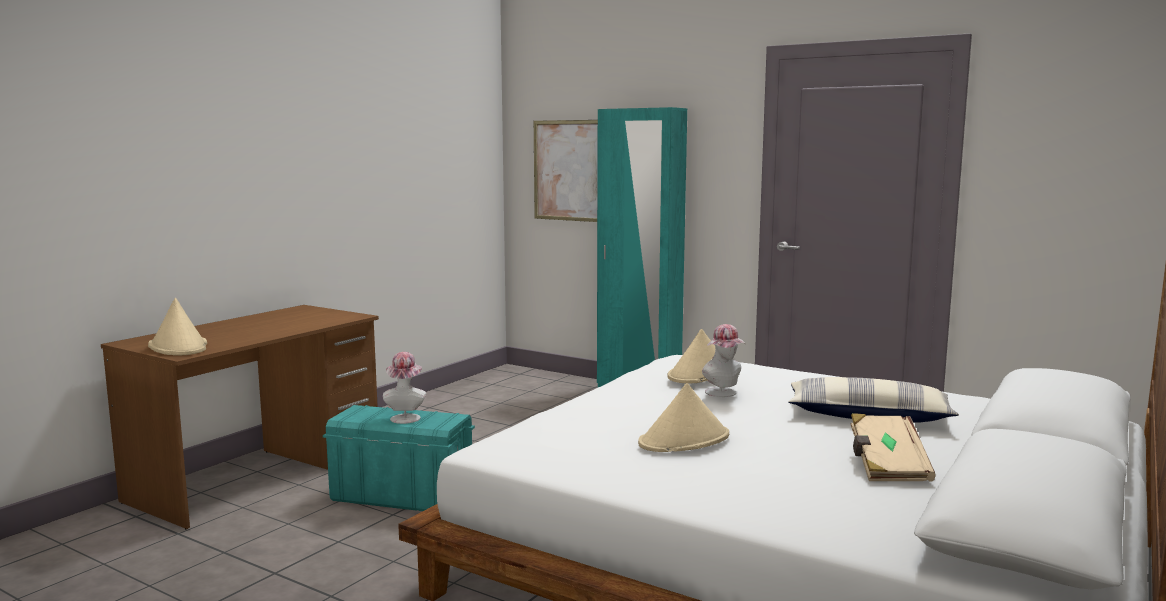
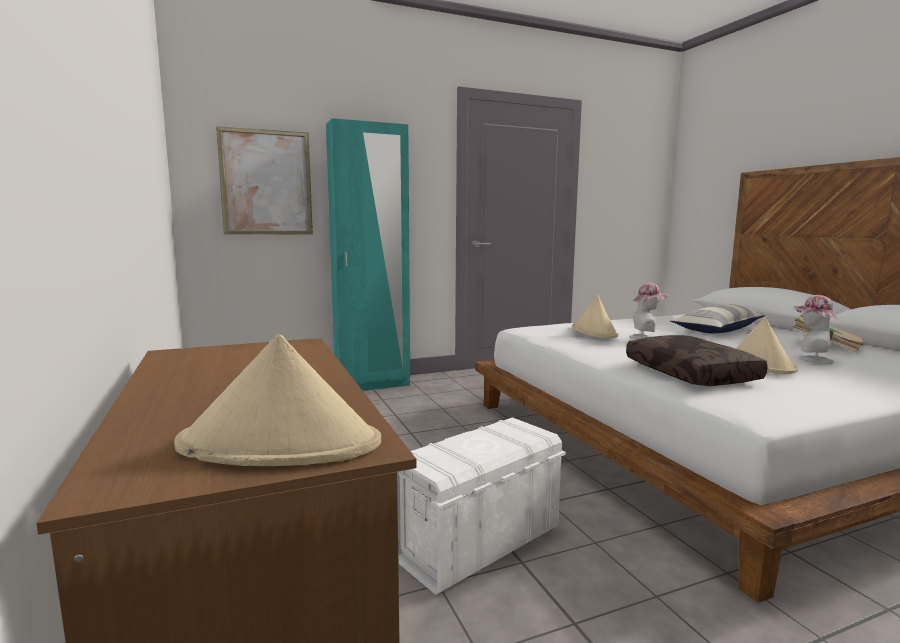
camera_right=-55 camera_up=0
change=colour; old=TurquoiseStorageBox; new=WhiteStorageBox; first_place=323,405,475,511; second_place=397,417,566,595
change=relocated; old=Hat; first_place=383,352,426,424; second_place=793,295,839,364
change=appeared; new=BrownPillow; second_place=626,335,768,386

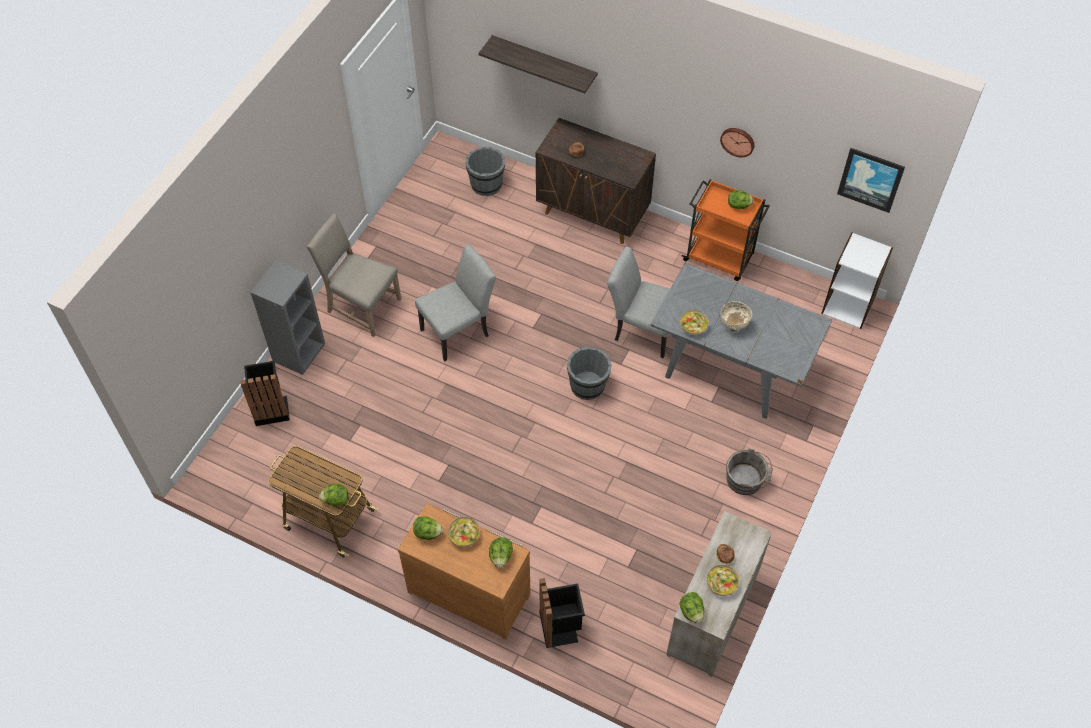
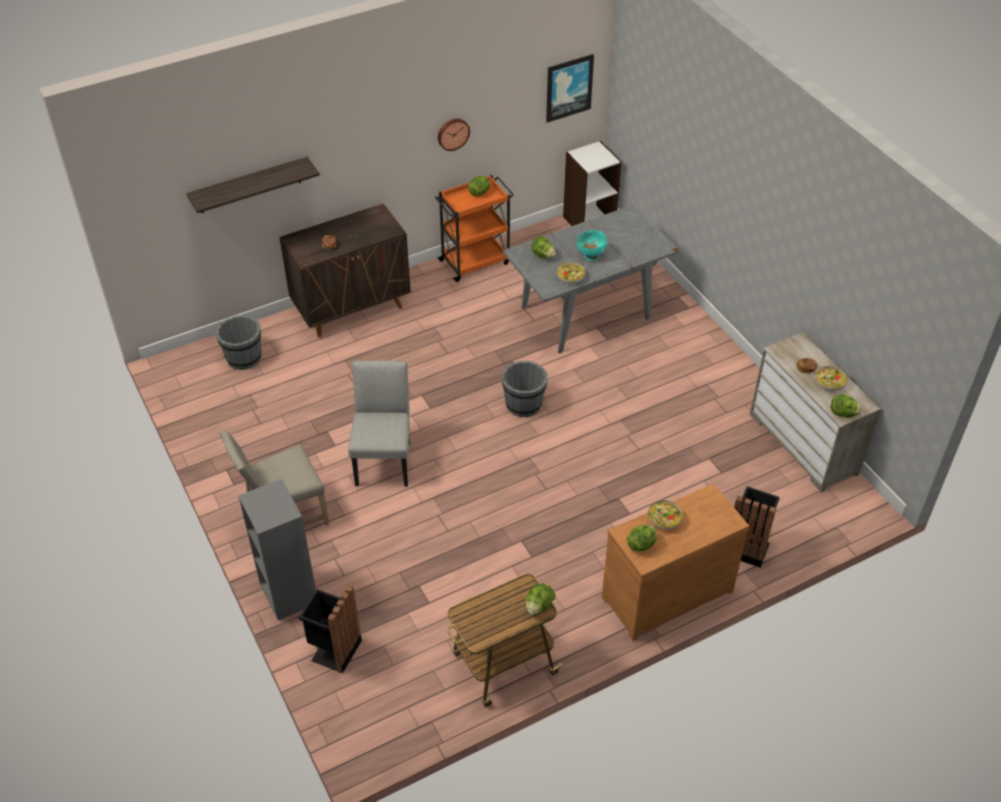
camera_right=-55 camera_up=-10
change=relocated; old=Lettuce; first_place=489,537,513,568; second_place=531,236,556,259
change=missing; old=GreyChair; first_place=607,247,670,358
change=colour; old=BeigeBowl; new=TurquoiseBowl; first_place=721,301,752,333; second_place=577,230,607,261
change=missing; old=GreyBucket; first_place=726,448,773,495

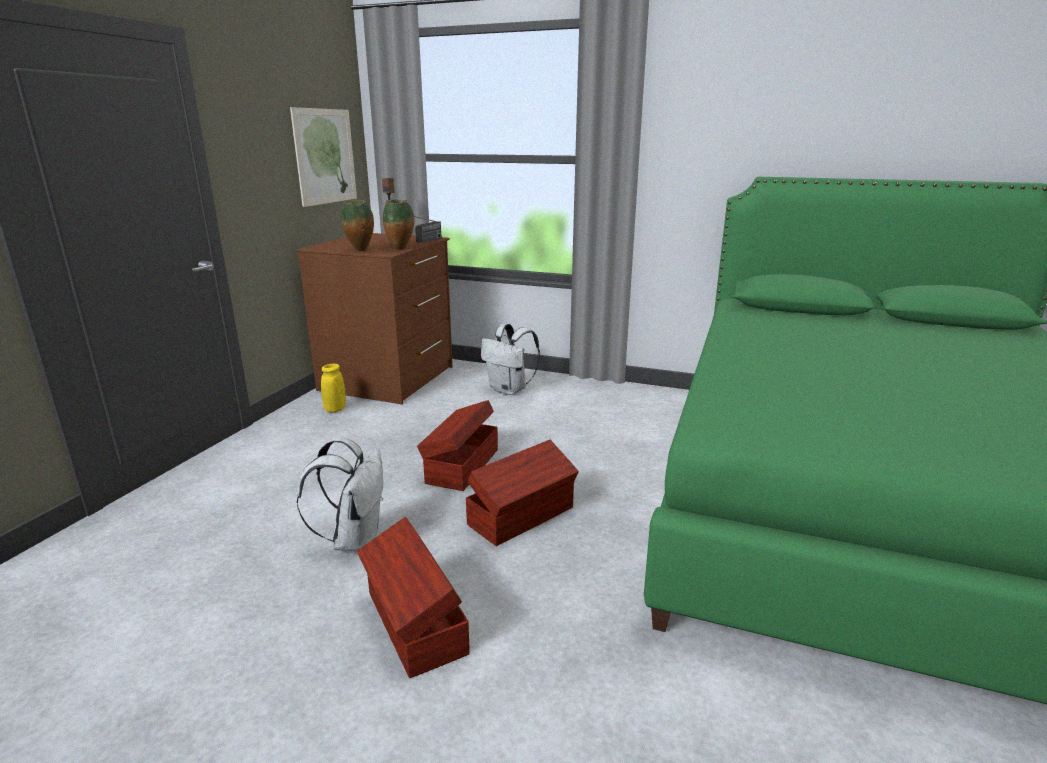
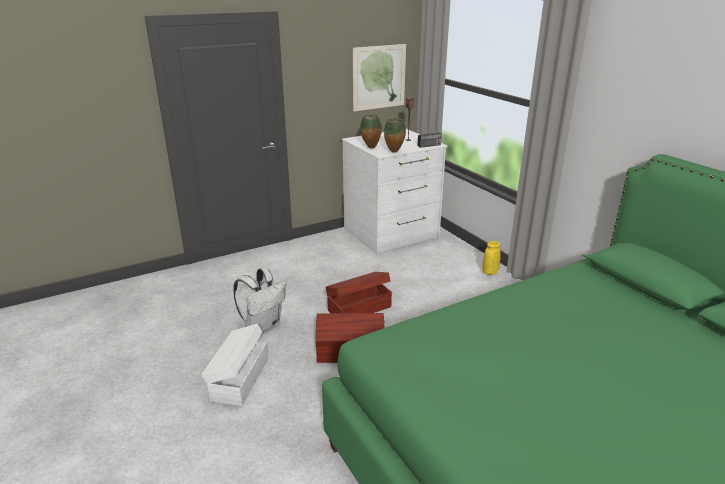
camera_right=40 camera_up=5
change=colour; old=BrownDresser; new=WhiteDresser; first_place=297,233,453,404; second_place=342,129,448,255
change=relocated; old=YellowVase; first_place=321,364,346,412; second_place=482,241,501,275
change=colour; old=BrownStorageBox; new=WhiteStorageBox; first_place=357,517,470,678; second_place=201,324,268,406
change=missing; old=WhiteBackpack; first_place=481,323,540,395

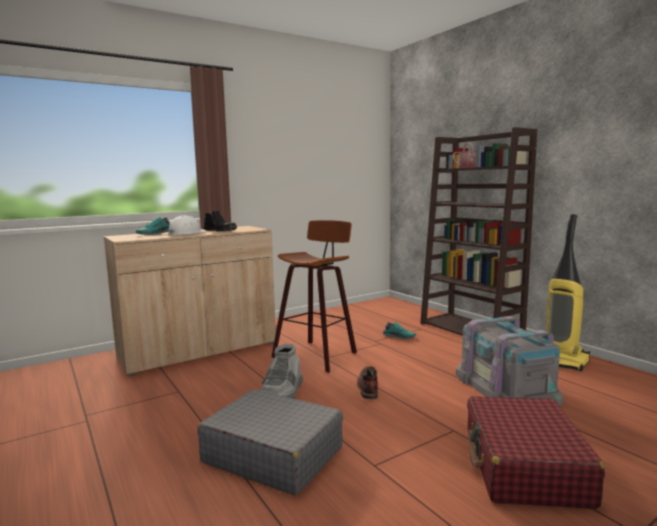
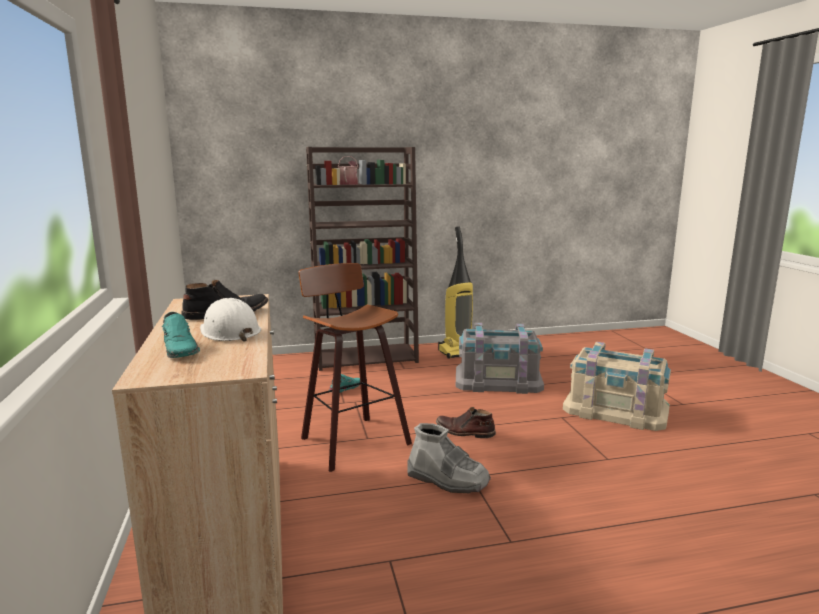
camera_right=-70 camera_up=5
change=missing; old=GreySuitcase; first_place=198,390,343,495
change=exchanged; old=RedSuitcase; new=BeigeStorageBox; first_place=467,396,605,509; second_place=563,342,671,431

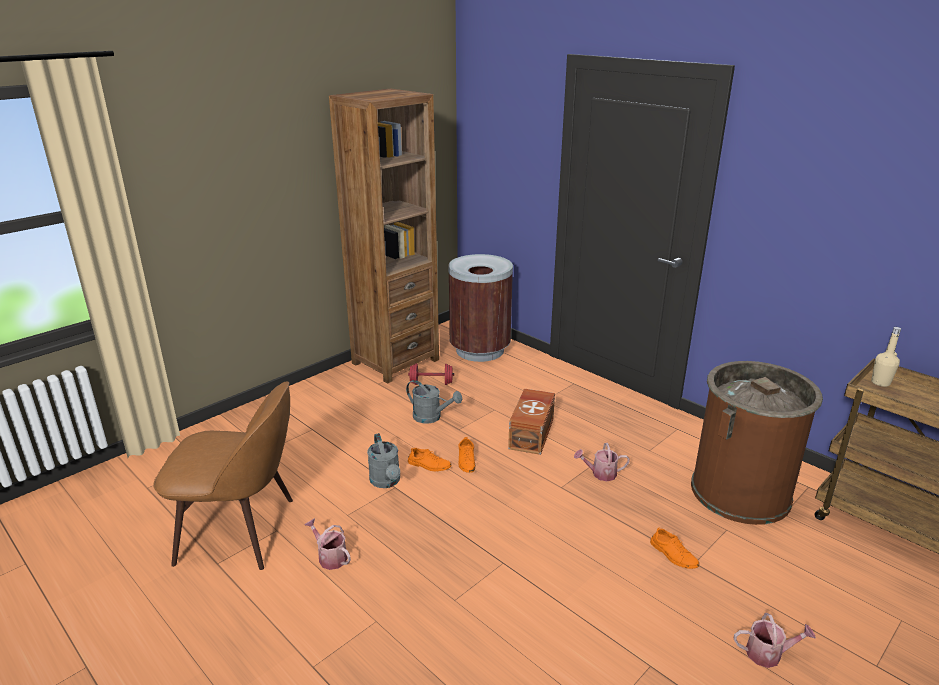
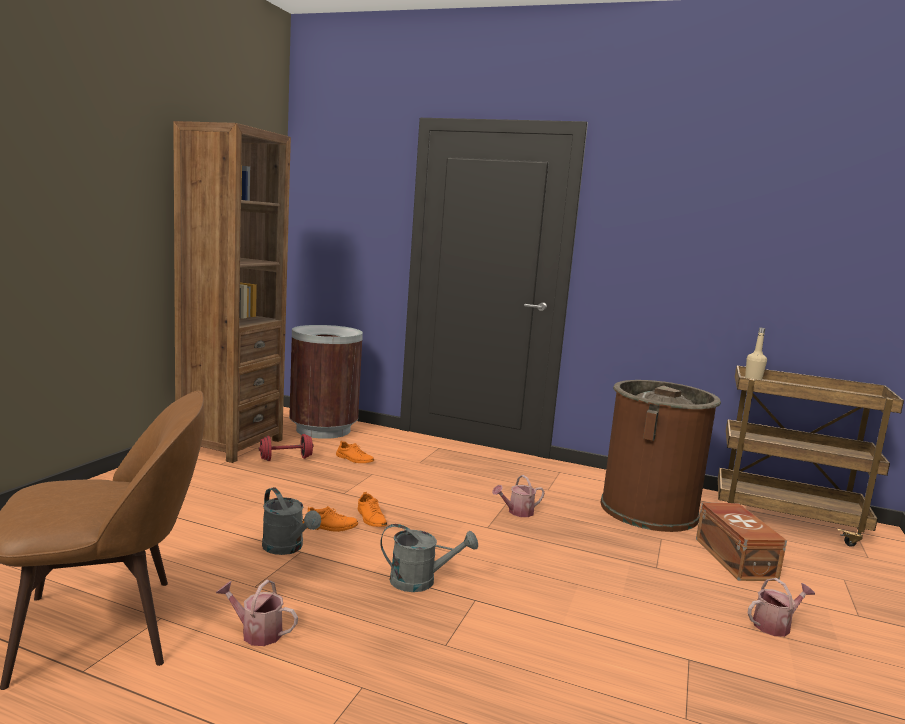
camera_right=-25 camera_up=-15
change=relocated; old=GreyWateringCan; first_place=406,380,462,424; second_place=380,524,478,592
change=relocated; old=BrownStorageBox; first_place=508,389,555,455; second_place=696,502,787,581
change=relocated; old=OrangeShoe; first_place=650,527,699,569; second_place=336,441,374,463

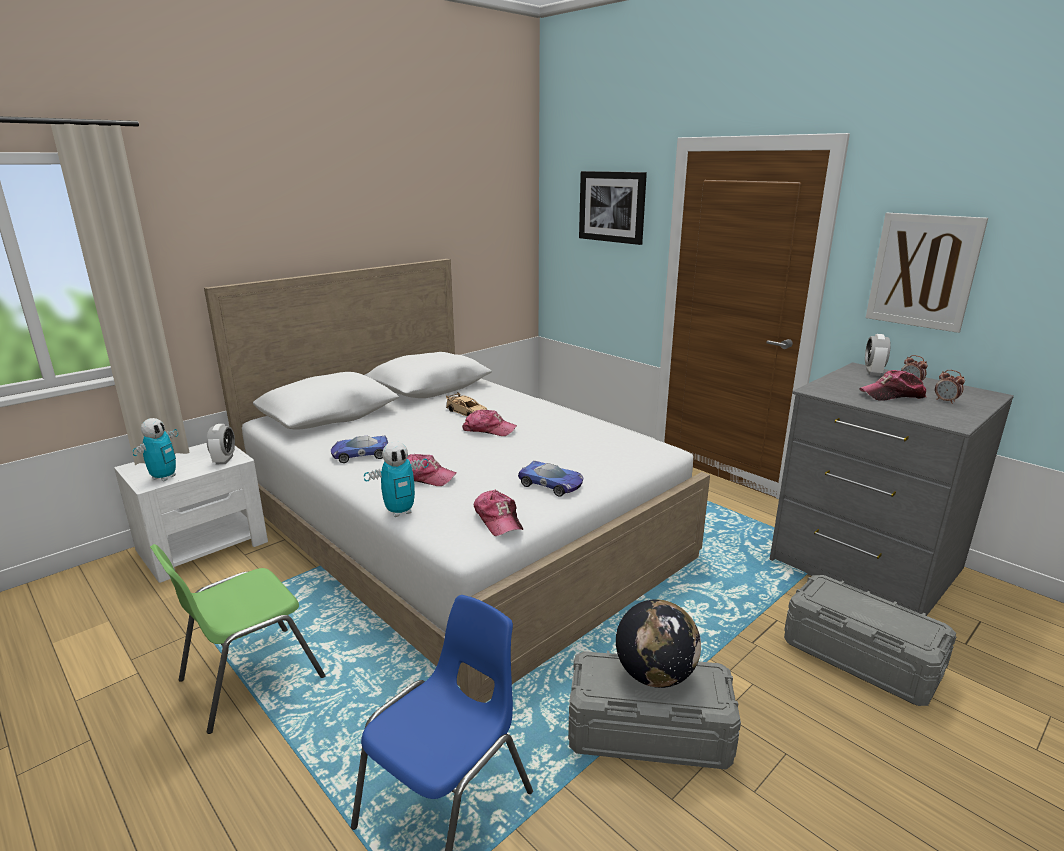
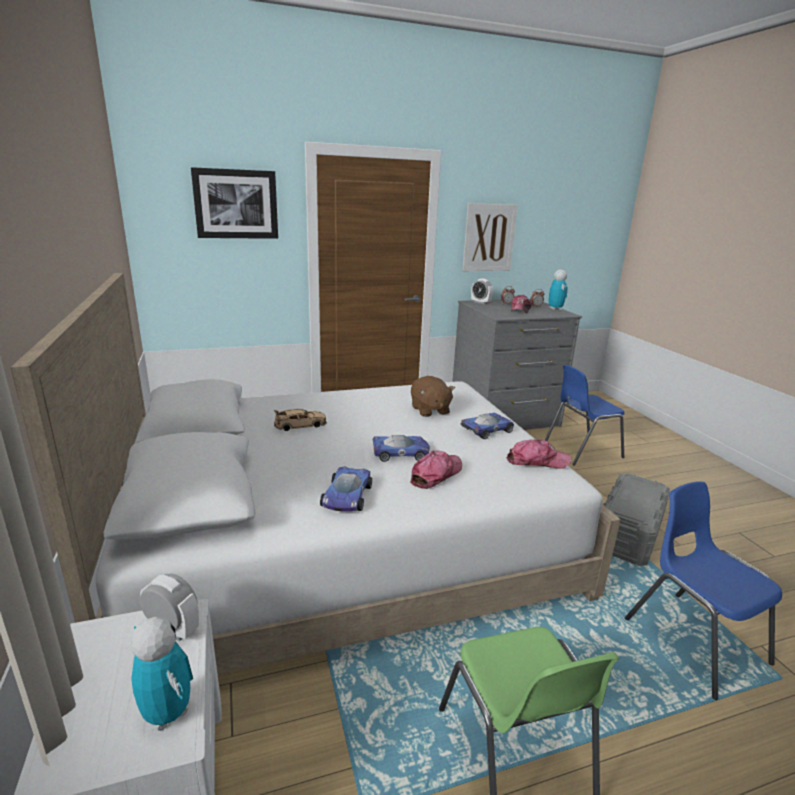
camera_right=-65 camera_up=0
change=relocated; old=ToyRobot; first_place=364,441,428,517; second_place=549,270,568,310
change=missing; old=Cap; first_place=462,409,517,436
change=missing; old=Globe; first_place=616,599,701,688
change=exchanged; old=GreyStorageBox; new=BlueChair; first_place=784,575,957,706; second_place=545,365,624,466
change=appeared; new=ToyCar; second_place=373,435,430,462
change=appeared; new=BrownPlushToy; second_place=411,376,455,417

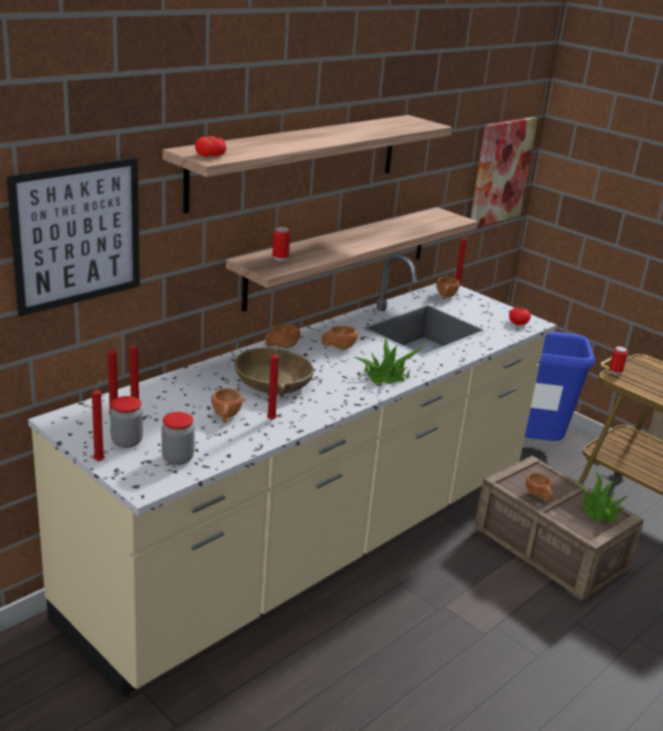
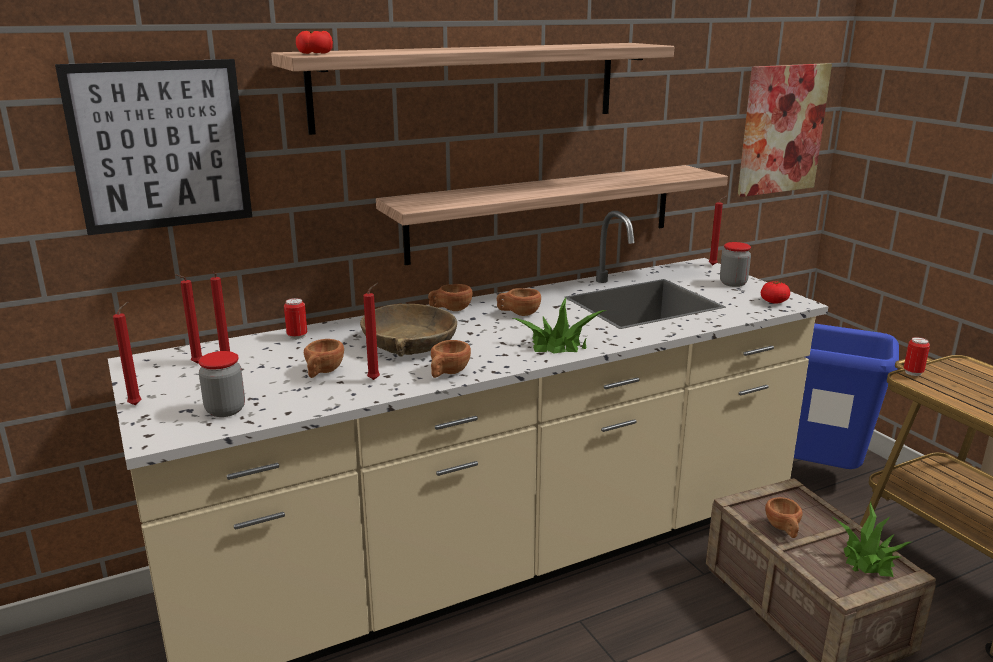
camera_right=20 camera_up=-5
change=relocated; old=Jar; first_place=110,396,143,448; second_place=720,242,751,287
change=relocated; old=Can; first_place=273,227,290,261; second_place=284,298,307,340
change=relocated; old=BrownCup; first_place=436,277,460,299; second_place=431,340,471,378

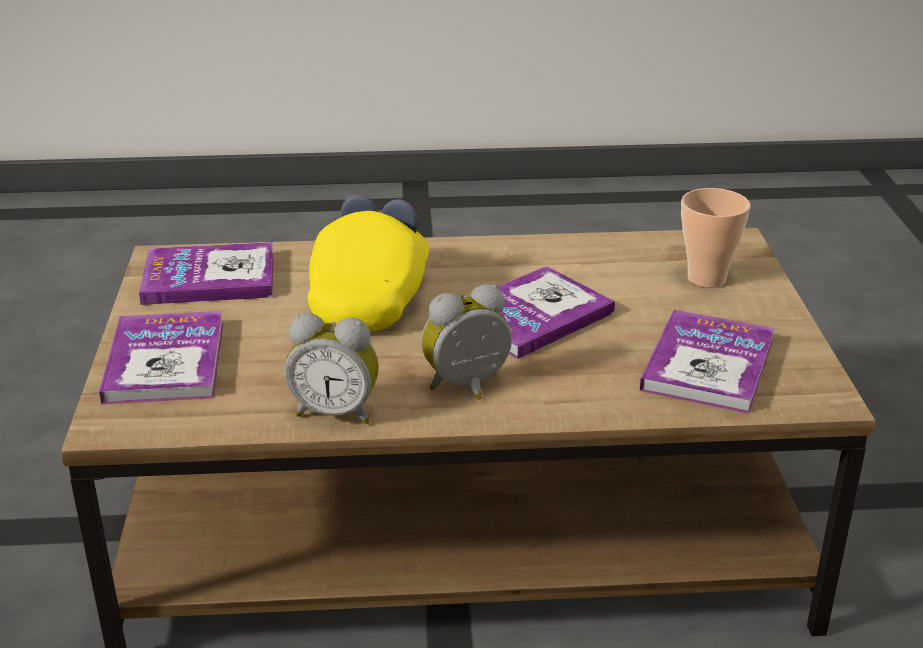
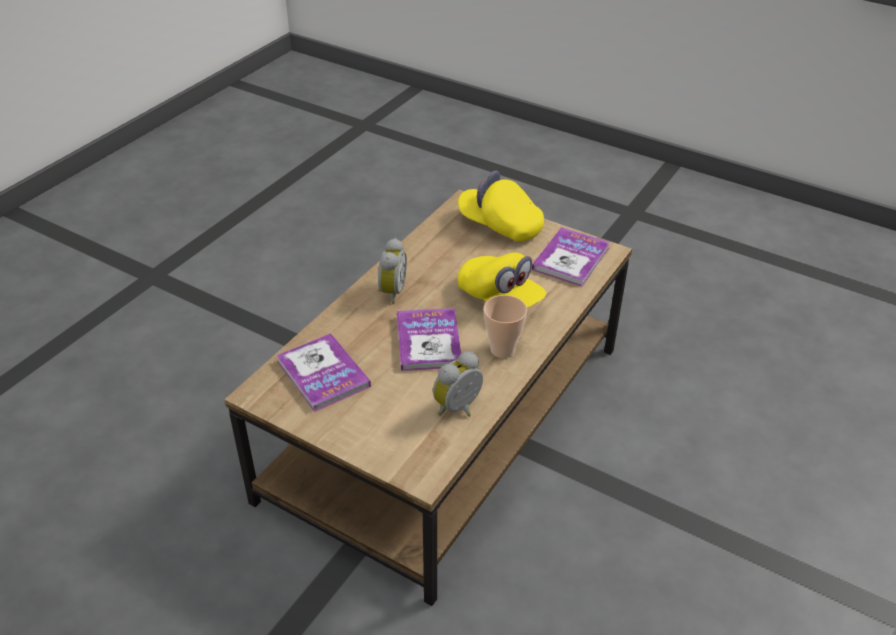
camera_right=125 camera_up=10
change=exchanged; old=Book; new=YellowCap; first_place=99,311,223,404; second_place=458,170,544,242
change=relocated; old=AlarmClock; first_place=284,313,379,424; second_place=433,352,483,417
change=relocated; old=Cup; first_place=681,188,751,288; second_place=483,295,527,358

